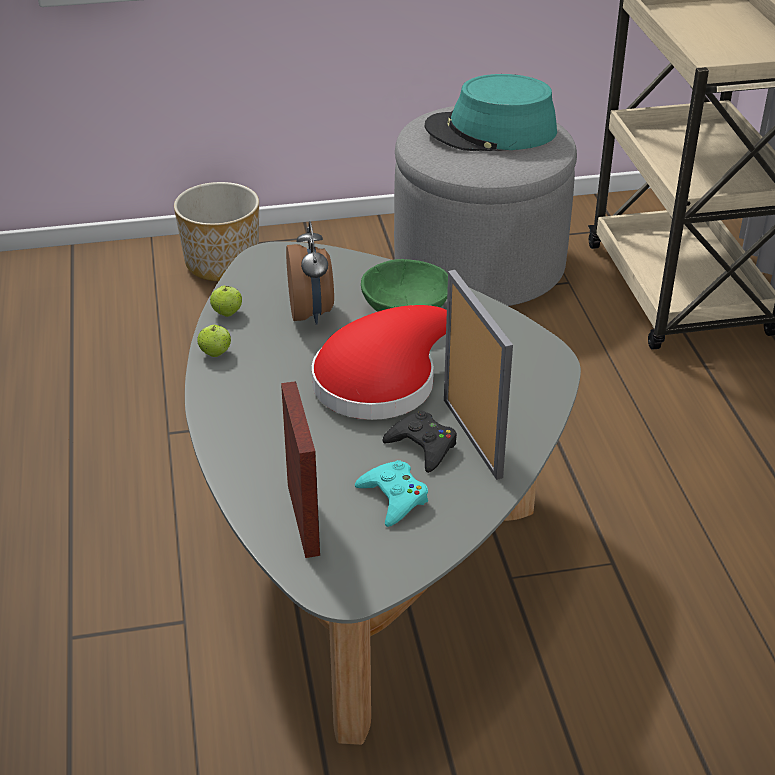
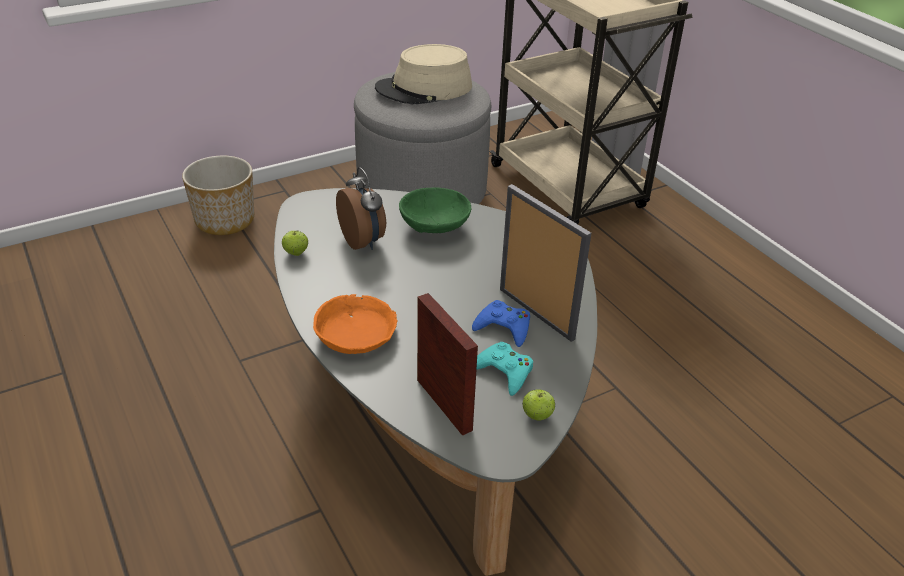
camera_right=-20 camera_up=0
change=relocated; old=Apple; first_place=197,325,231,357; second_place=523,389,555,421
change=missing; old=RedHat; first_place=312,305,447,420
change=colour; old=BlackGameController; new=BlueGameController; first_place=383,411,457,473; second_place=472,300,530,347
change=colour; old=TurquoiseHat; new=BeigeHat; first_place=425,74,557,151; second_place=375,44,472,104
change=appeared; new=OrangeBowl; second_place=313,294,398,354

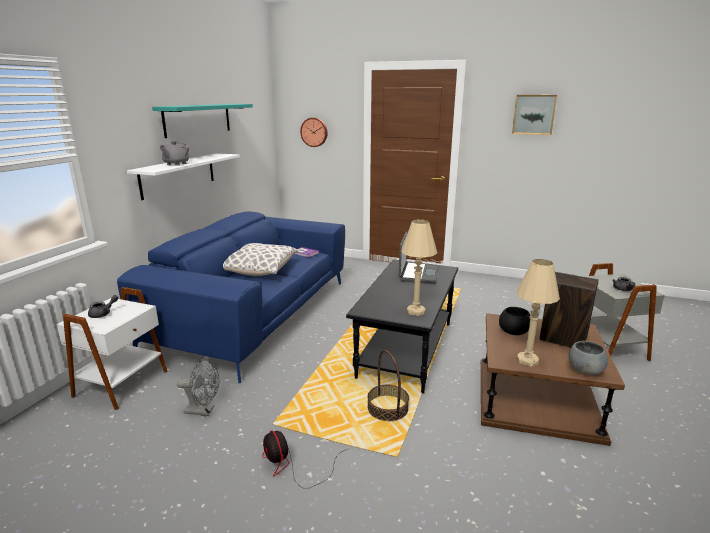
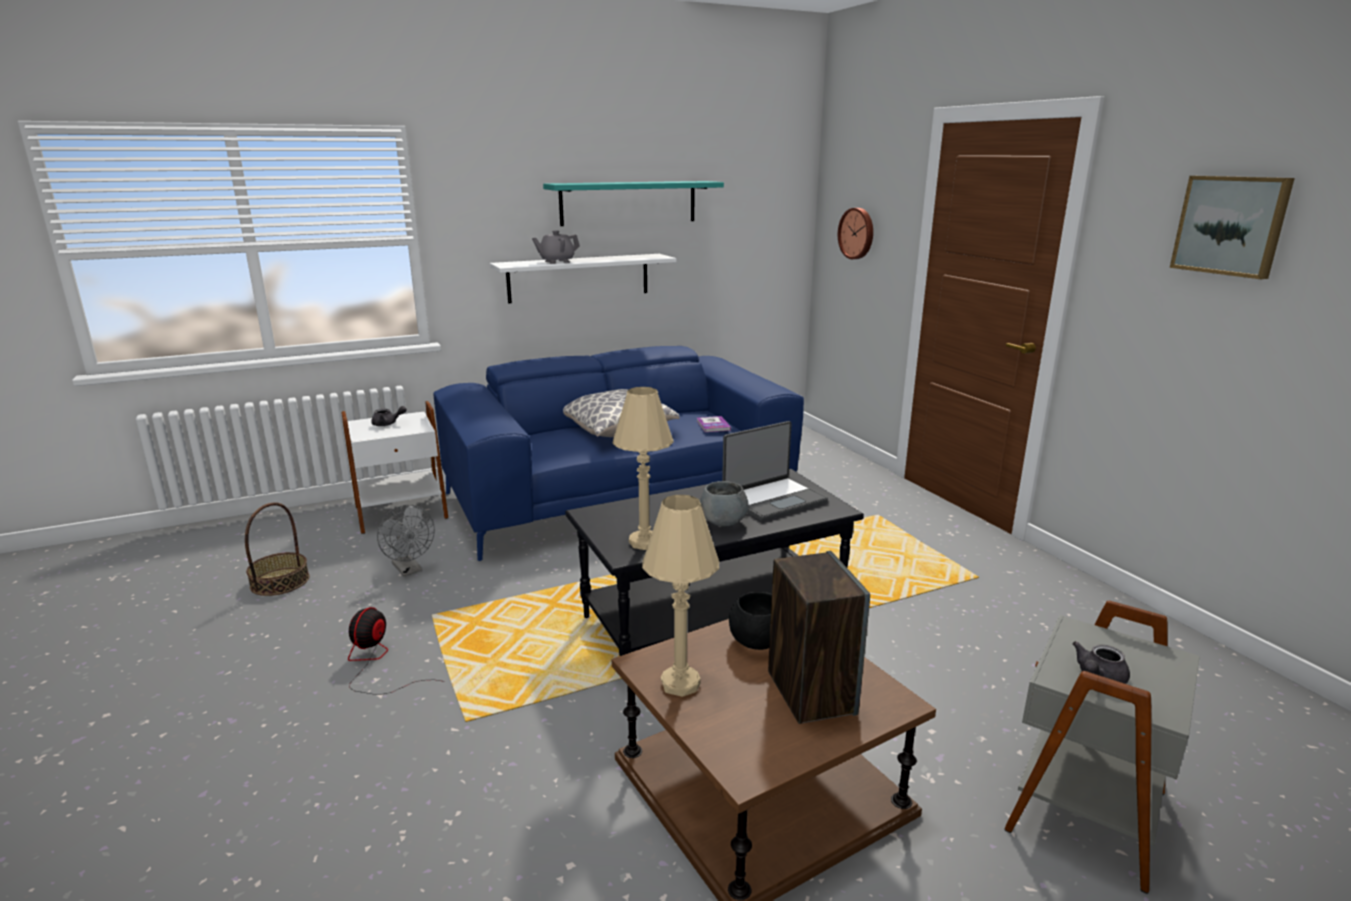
camera_right=45 camera_up=0
change=relocated; old=Basket; first_place=367,350,409,421; second_place=245,502,310,596
change=relocated; old=GreyBowl; first_place=569,341,608,375; second_place=700,481,748,527

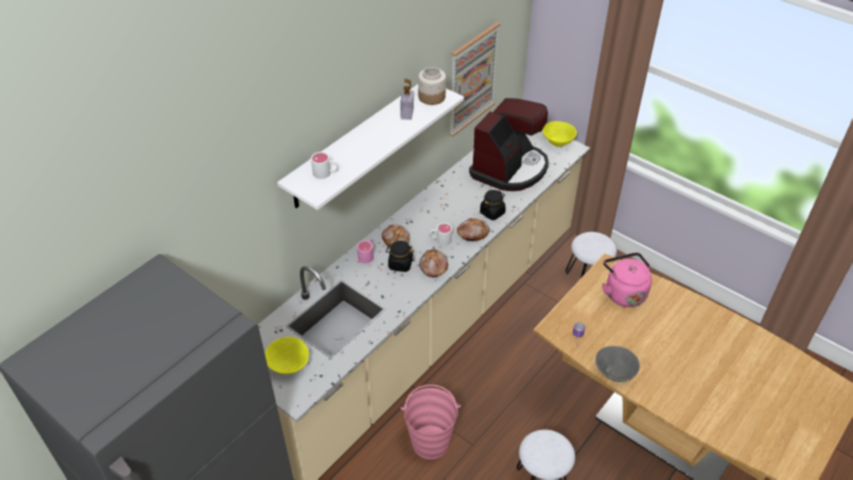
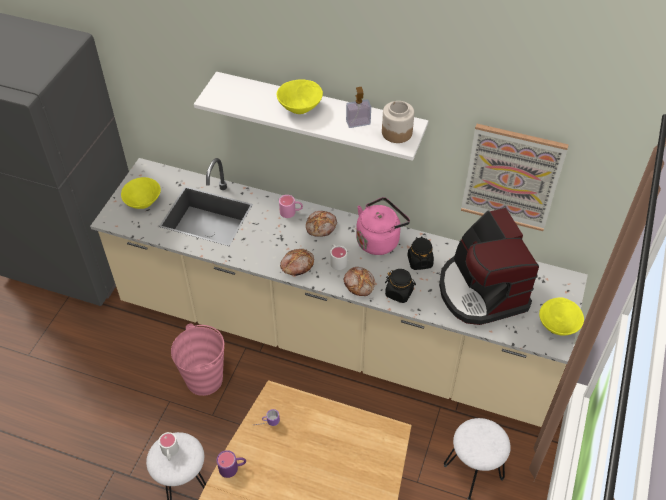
camera_right=70 camera_up=5
change=relocated; old=WhiteMug; first_place=311,152,338,179; second_place=159,432,179,461
change=relocated; old=BlackJar; first_place=386,241,415,272; second_place=407,237,434,270
change=spun; old=CoffeeMachine; first_place=469,98,549,191; second_place=439,208,539,325; degrees=60
change=exchanged; old=GreyBowl; new=PurpleMug; first_place=595,346,640,382; second_place=217,450,246,478
change=relocated; old=PinkKettle; first_place=602,252,652,307; second_place=356,197,410,255
change=appeared; new=YellowBowl; second_place=277,79,323,114

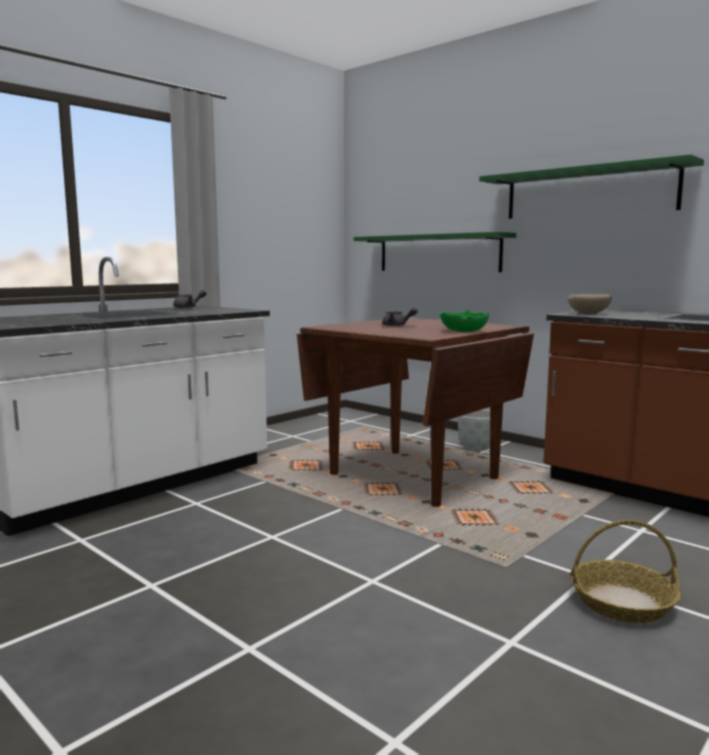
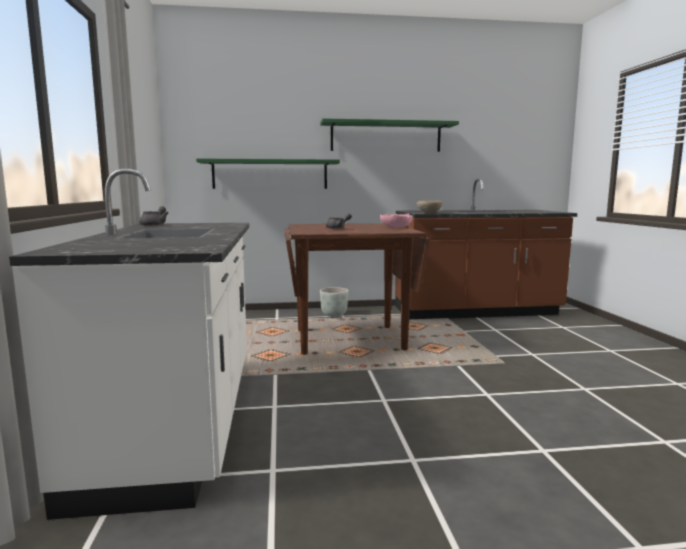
camera_right=-50 camera_up=0
change=colour; old=GreenBowl; new=PinkBowl; first_place=440,310,489,332; second_place=380,213,413,228
change=missing; old=Basket; first_place=570,520,681,623

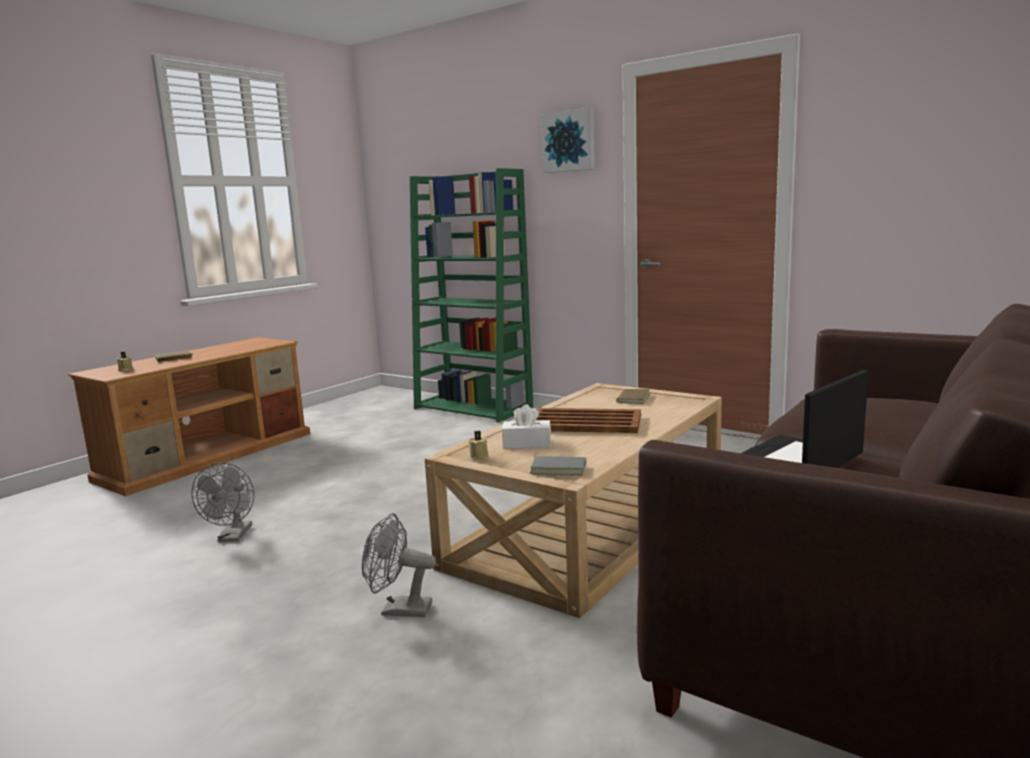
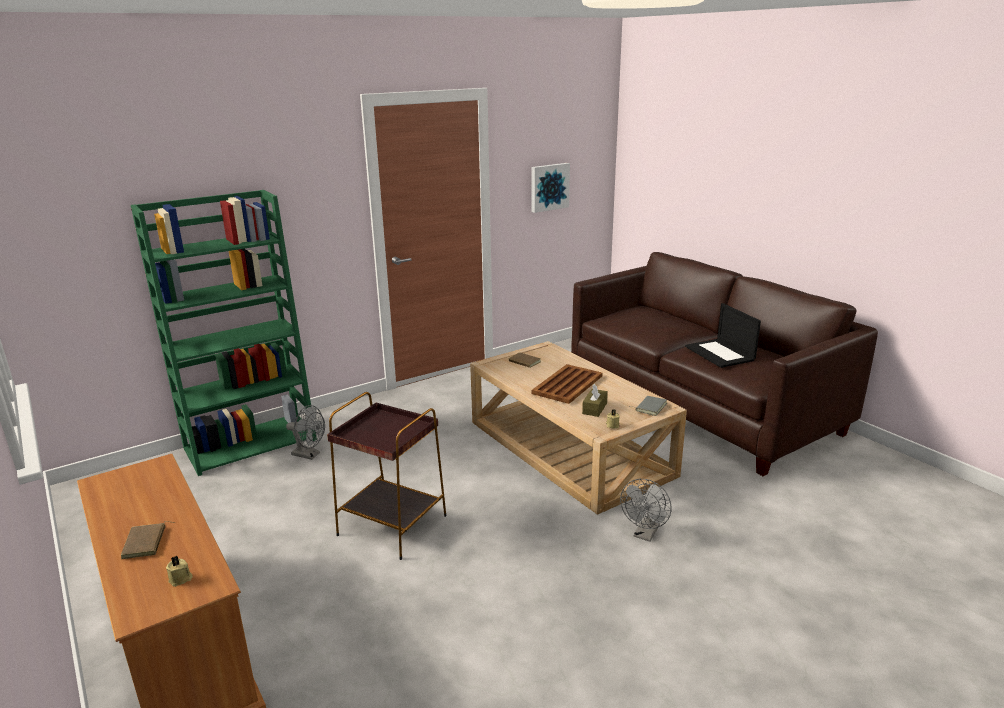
camera_right=-70 camera_up=10
change=relocated; old=GreyFan; first_place=191,463,254,542; second_place=286,405,325,460
change=colour; old=WhiteTissueBox; new=BrownTissueBox; first_place=502,404,551,449; second_place=582,384,608,417
change=relocated; old=Picture; first_place=541,108,595,173; second_place=531,163,570,213
change=appeared; new=BrownSideTable; second_place=327,392,447,560

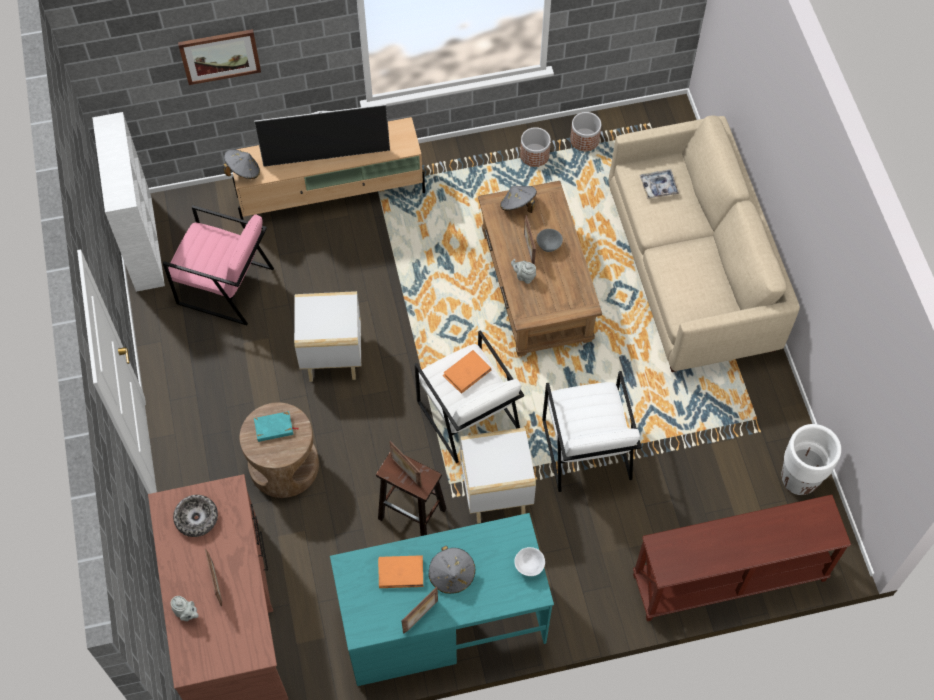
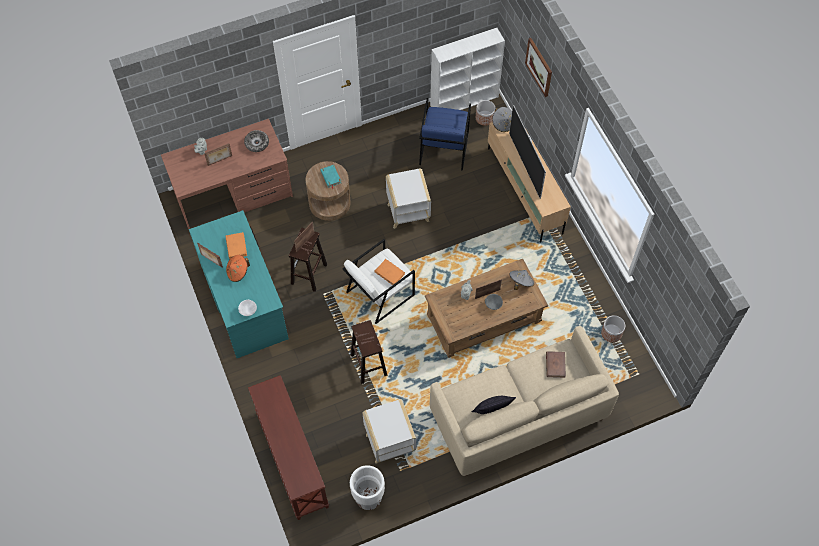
camera_right=80 camera_up=0
change=colour; old=PinkArmchair; new=BlueArmchair; first_place=163,205,274,325; second_place=419,98,471,171
change=colour; old=GreyHat; new=OrangeHat; first_place=429,546,475,594; second_place=226,255,250,282
change=relocated; old=WhiteSideTable; first_place=460,427,536,524; second_place=362,399,416,464
change=relocated; old=Planter; first_place=520,127,551,167; second_place=476,100,495,126
change=exchanged; old=WhiteArmchair; new=BrownStool; first_place=542,371,641,492; second_place=350,320,388,384
change=exchanged; old=Tray; new=BrownBook; first_place=640,169,679,199; second_place=546,351,566,378
change=appeared; new=Pillow; second_place=472,396,516,414

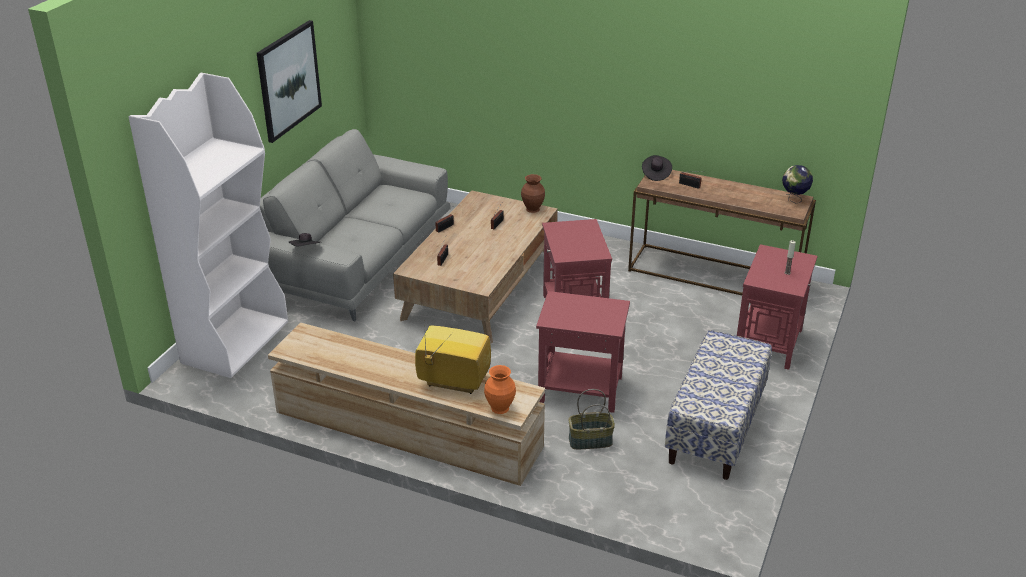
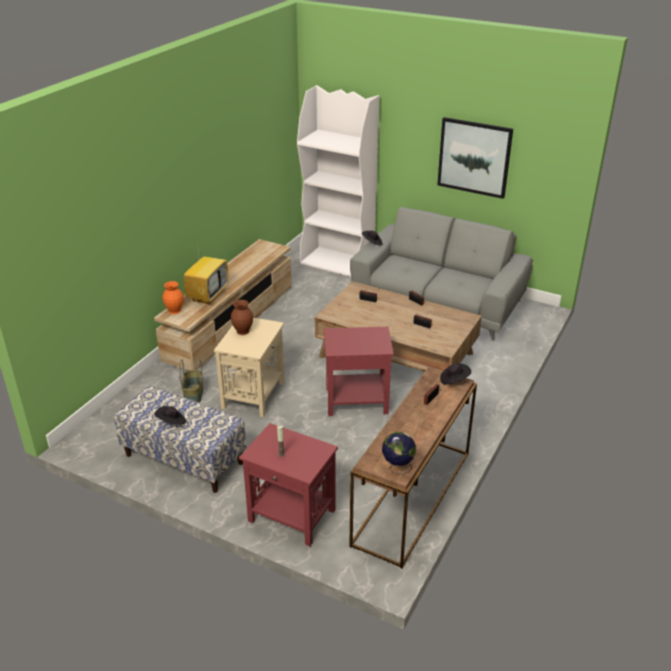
camera_right=95 camera_up=0
change=relocated; old=BrownVase; first_place=521,174,545,213; second_place=231,300,253,335
change=colour; old=RedSideTable; new=BeigeSideTable; first_place=536,291,630,413; second_place=214,318,284,417
change=appeared; new=BlackHat; second_place=155,406,186,425

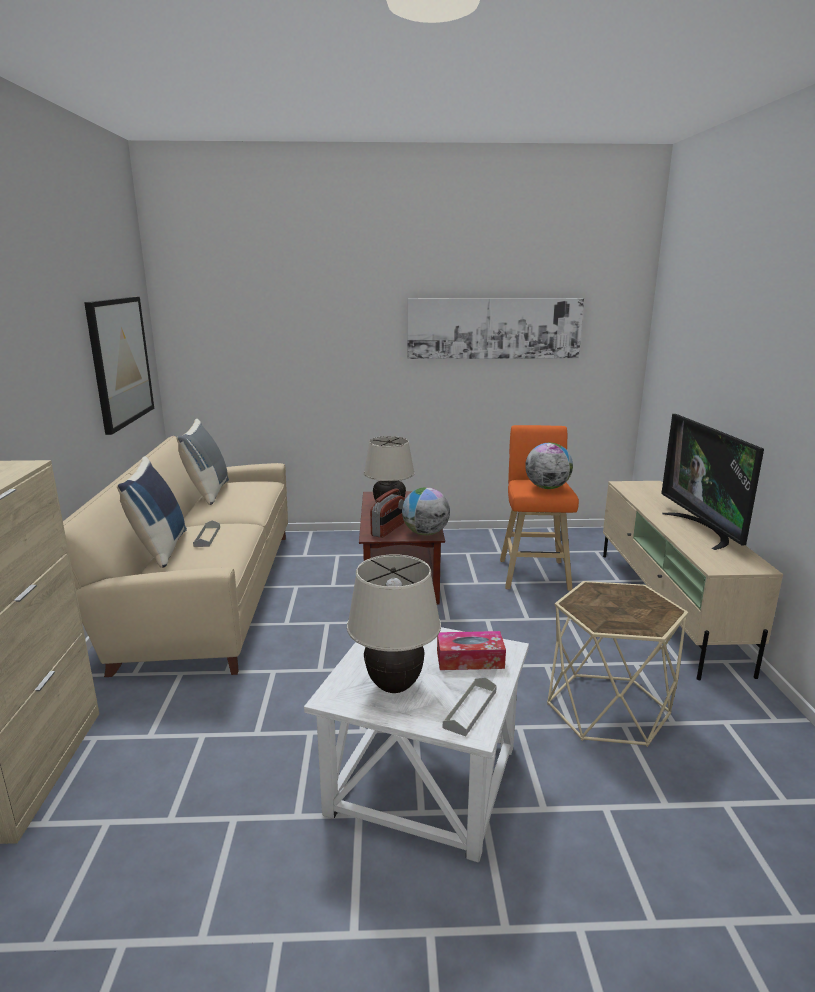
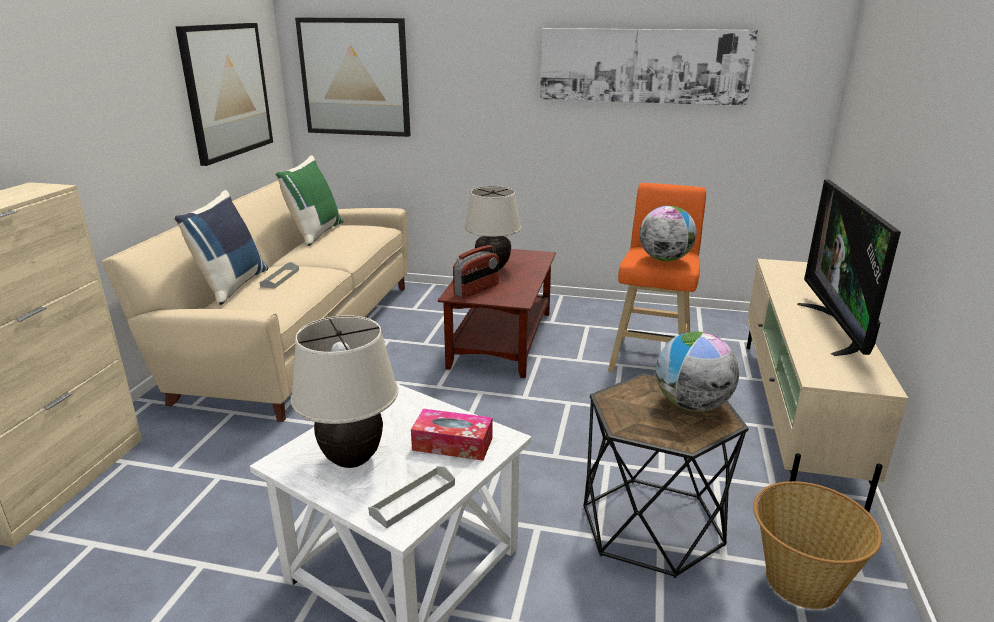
camera_right=15 camera_up=5
change=colour; old=GreyPillow; new=GreenPillow; first_place=177,419,229,505; second_place=275,155,343,246
change=relocated; old=Globe; first_place=402,487,450,535; second_place=656,331,739,412
change=colour; old=BeigeSideTable; new=BlackSideTable; first_place=547,581,688,747; second_place=583,373,749,578
change=appeared; new=Picture; second_place=295,18,411,137
change=appeared; new=Basket; second_place=753,481,882,609

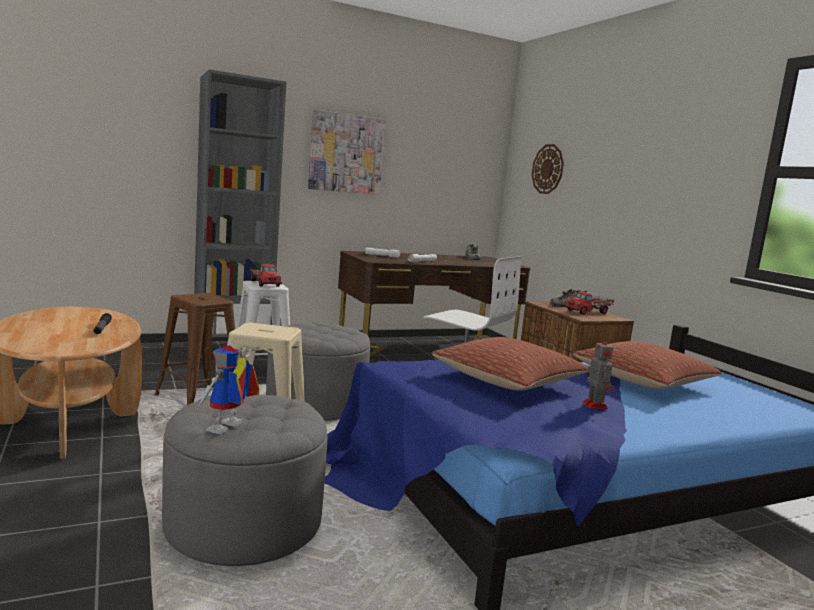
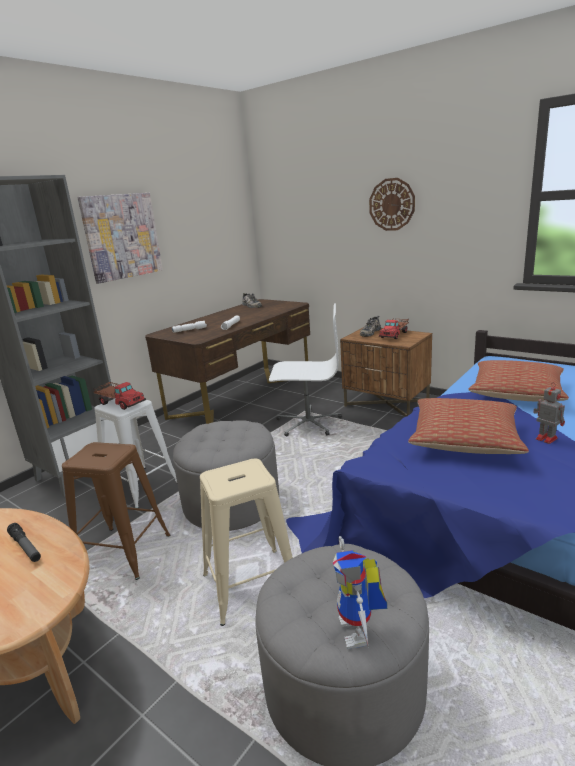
camera_right=-25 camera_up=10
change=relocated; old=WallClock; first_place=532,144,564,194; second_place=369,178,415,231

